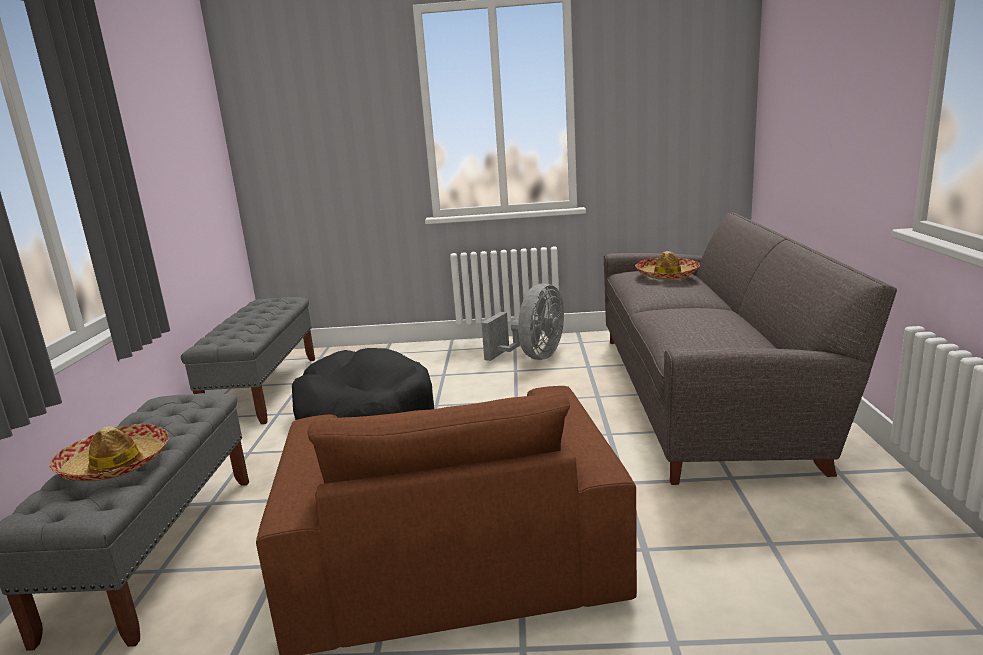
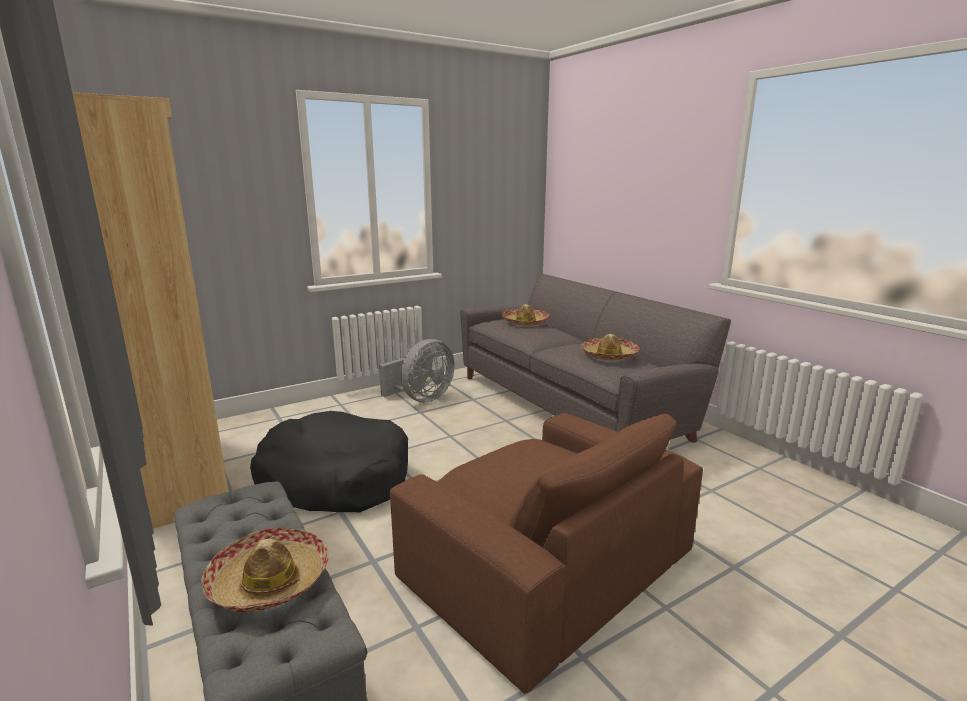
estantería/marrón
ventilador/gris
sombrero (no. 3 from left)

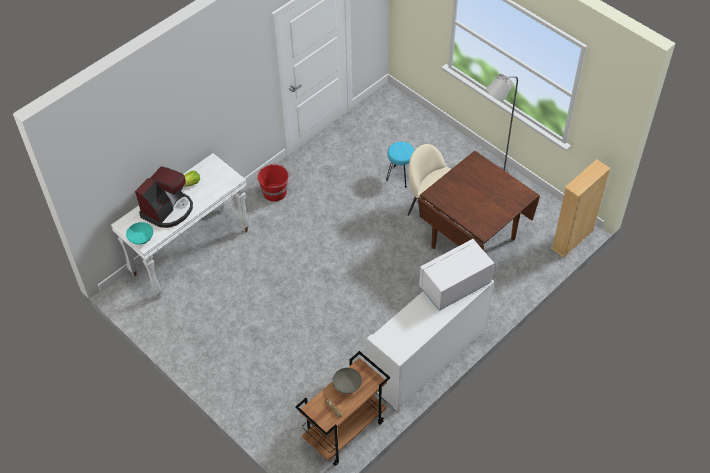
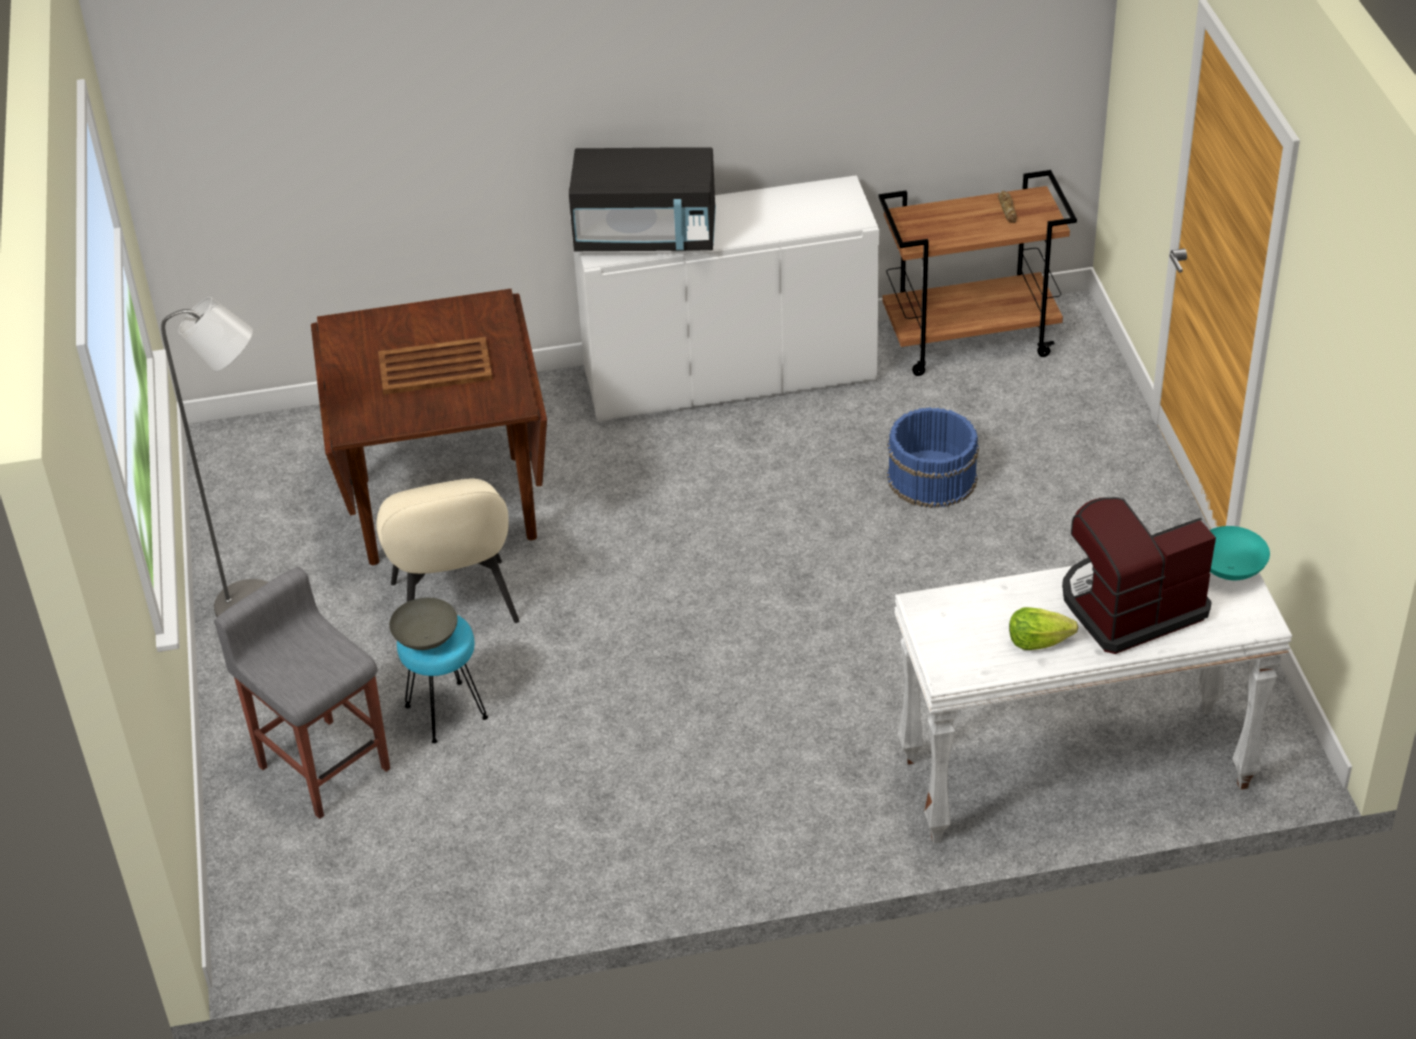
cubo/rojo
cuenco/gris
microondas/negro
estantería/beis
taburete/gris
bandeja/marrón
cubo/azul

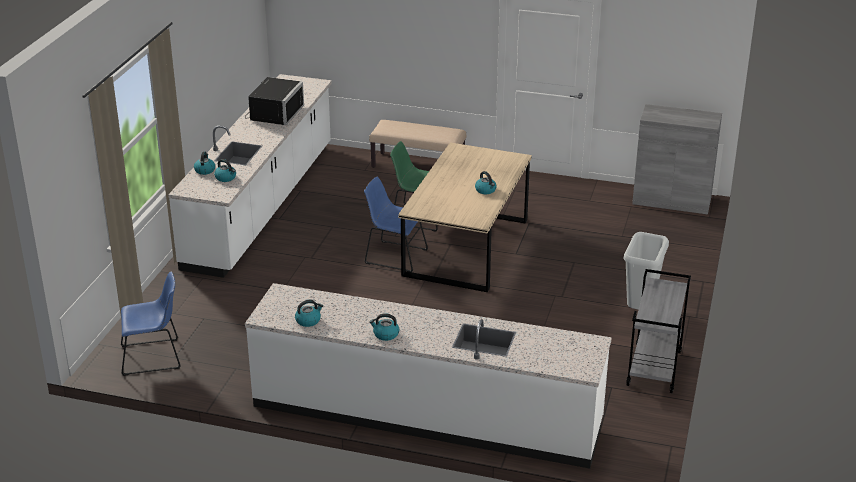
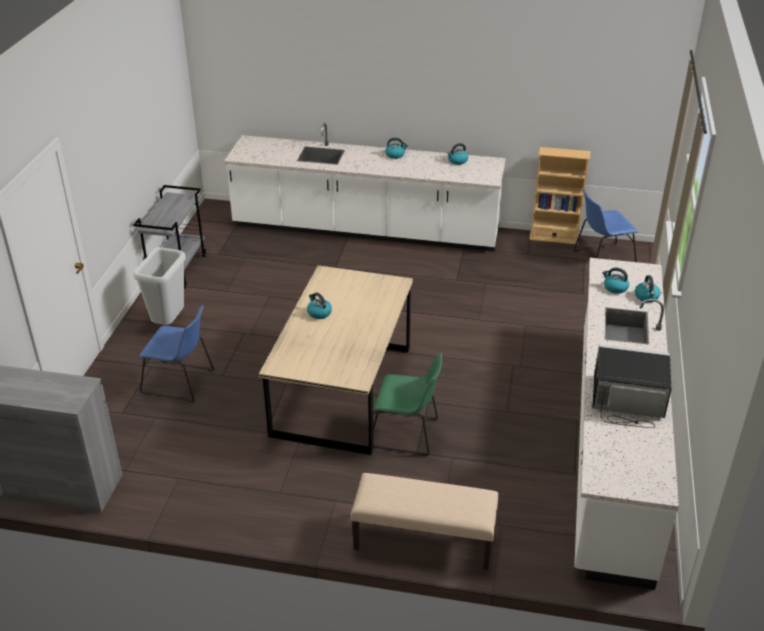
microondas/negro
silla/azul (no. 1 from left)
estantería/beis

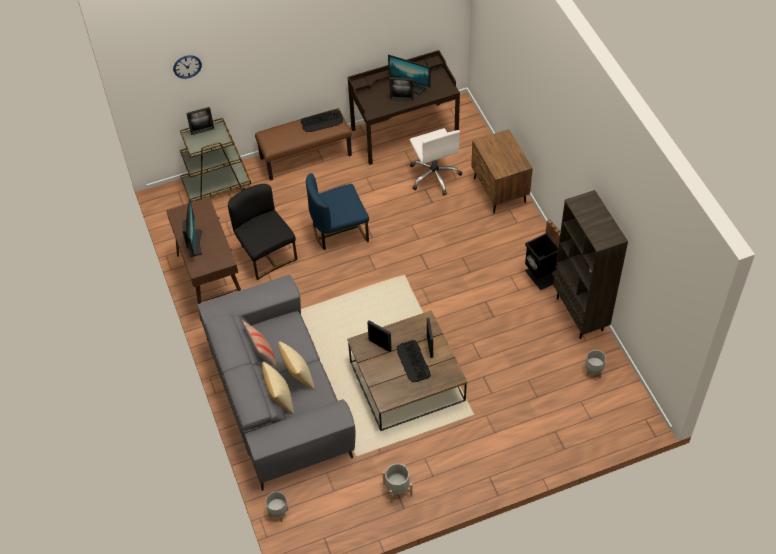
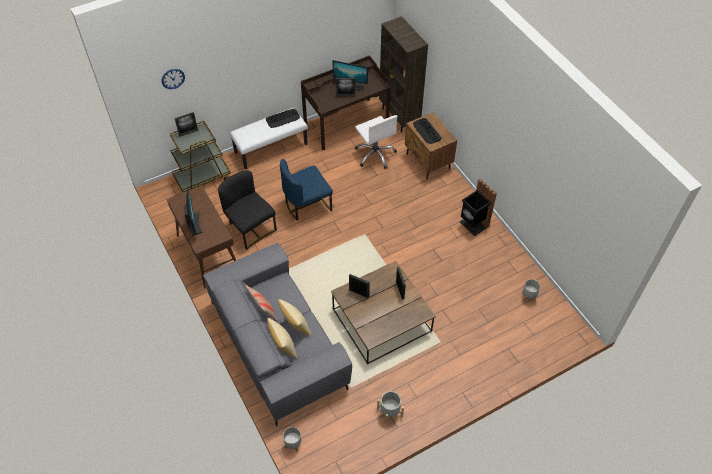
banco/blanco
teclado (no. 2 from left)
estantería/marrón

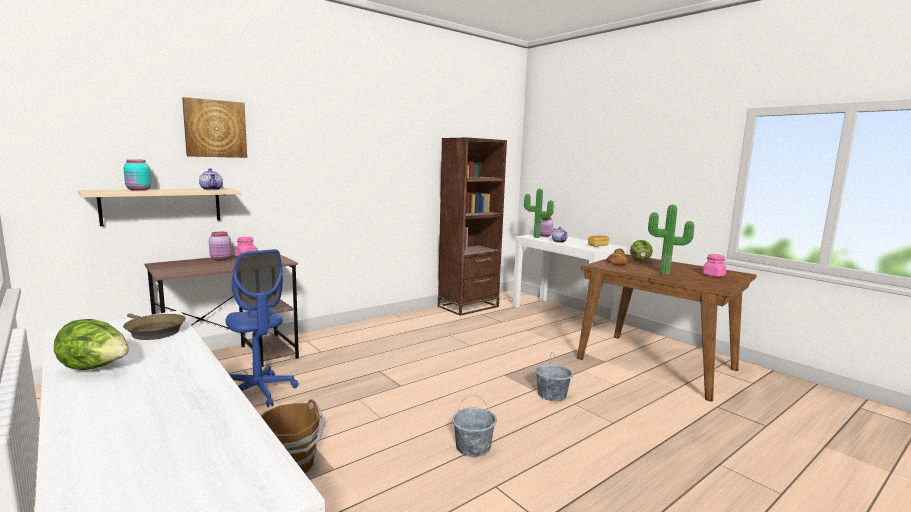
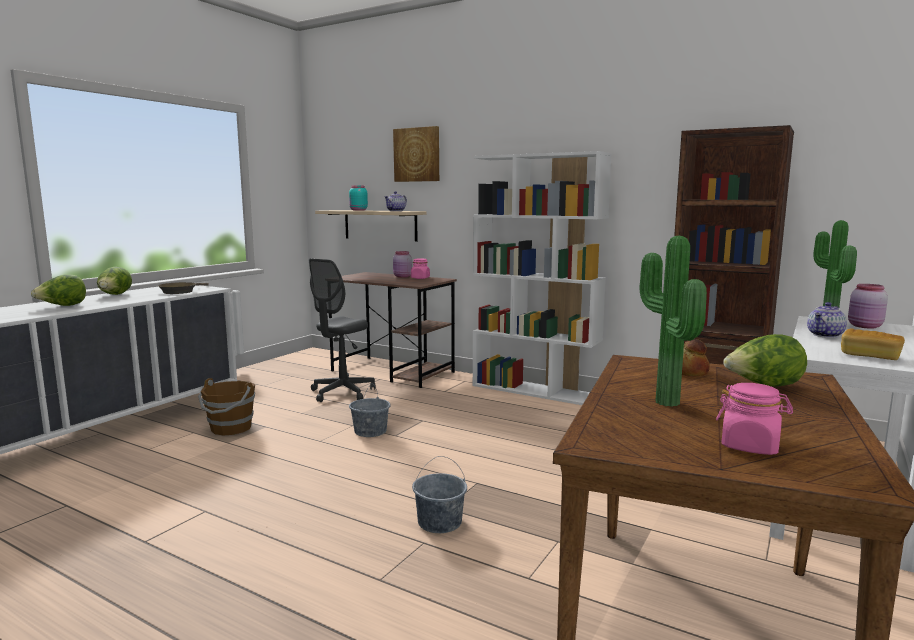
silla de oficina/gris
cubo/gris (no. 1 from left)
lechuga (no. 1 from left)
estantería/blanco

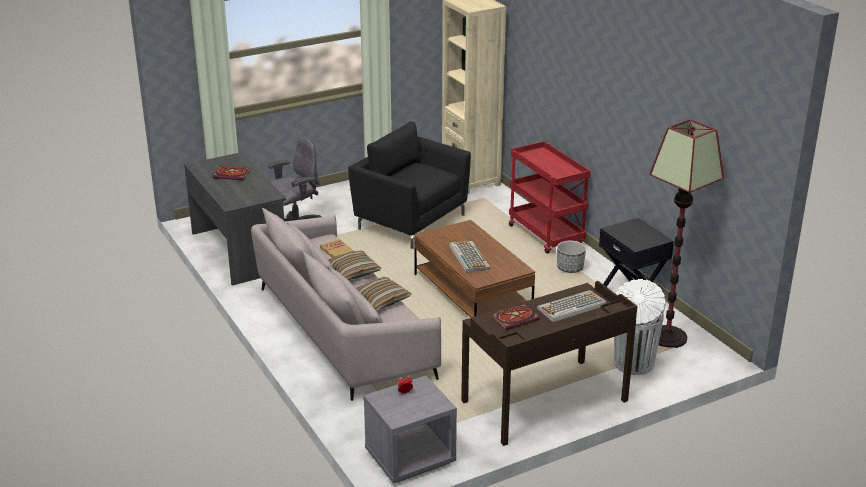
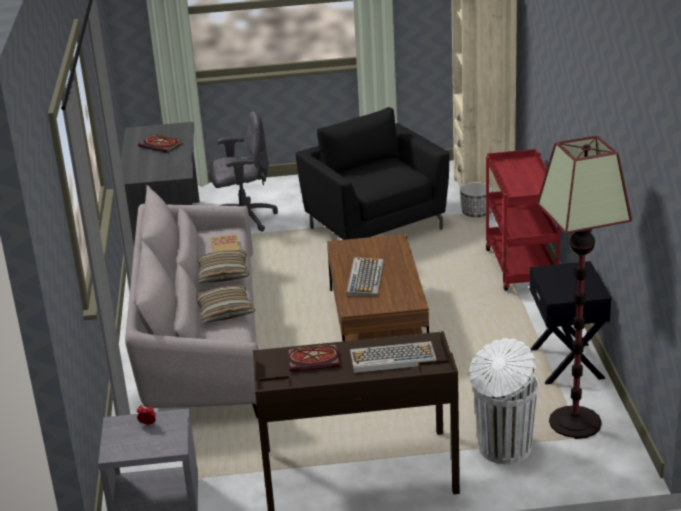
maceta

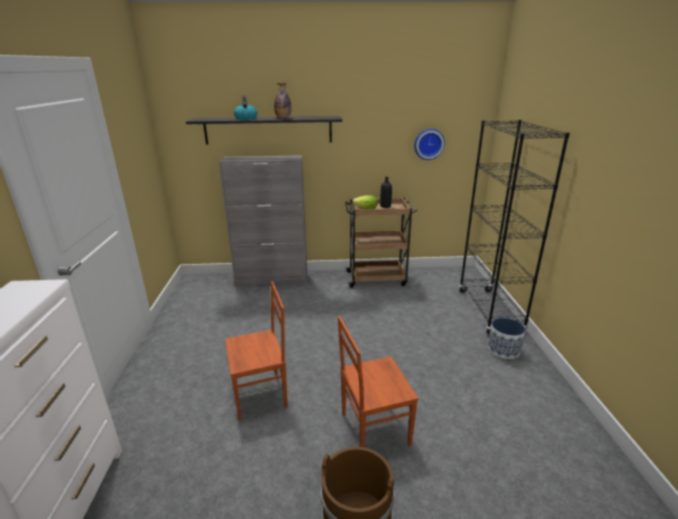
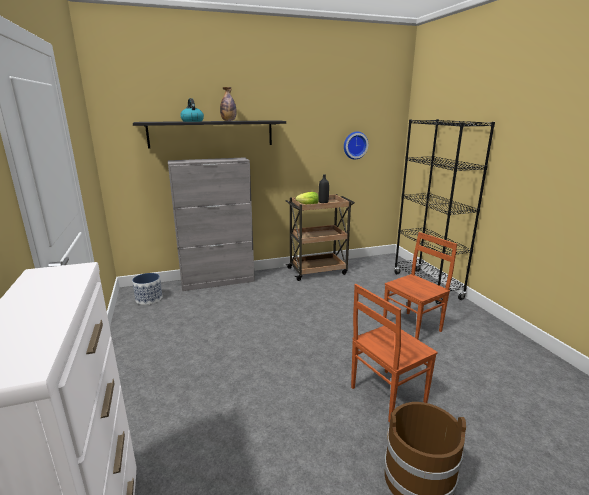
silla/marrón (no. 2 from left)
maceta

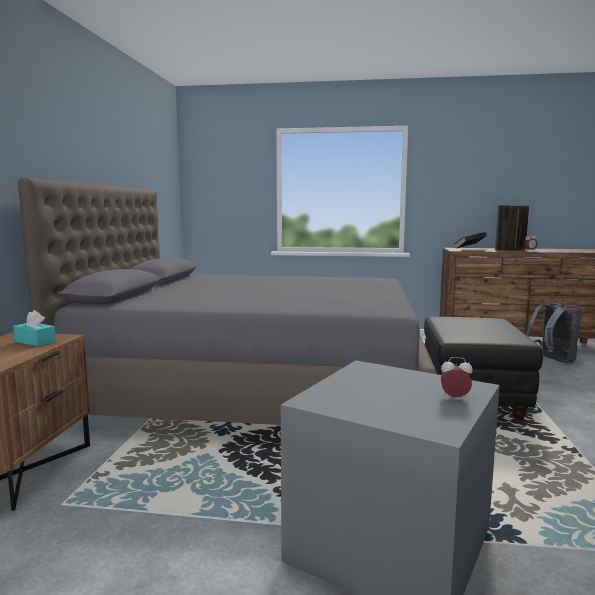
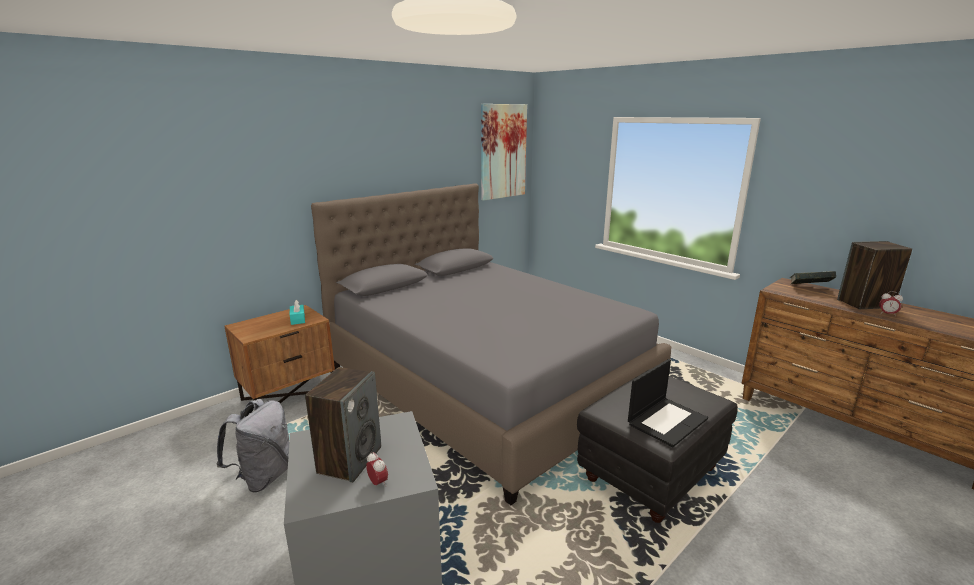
mochila/gris
altavoz (no. 1 from left)
cuadro
portátil

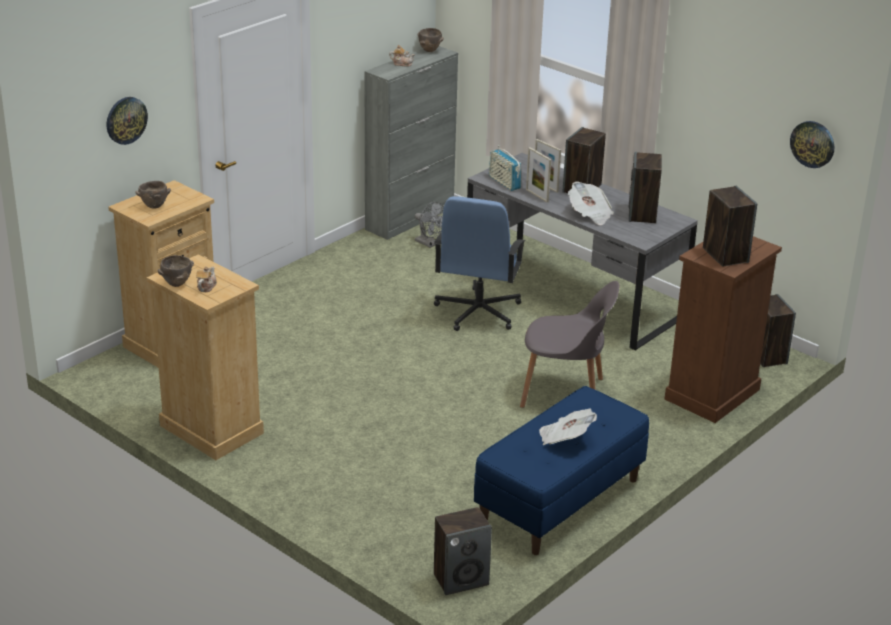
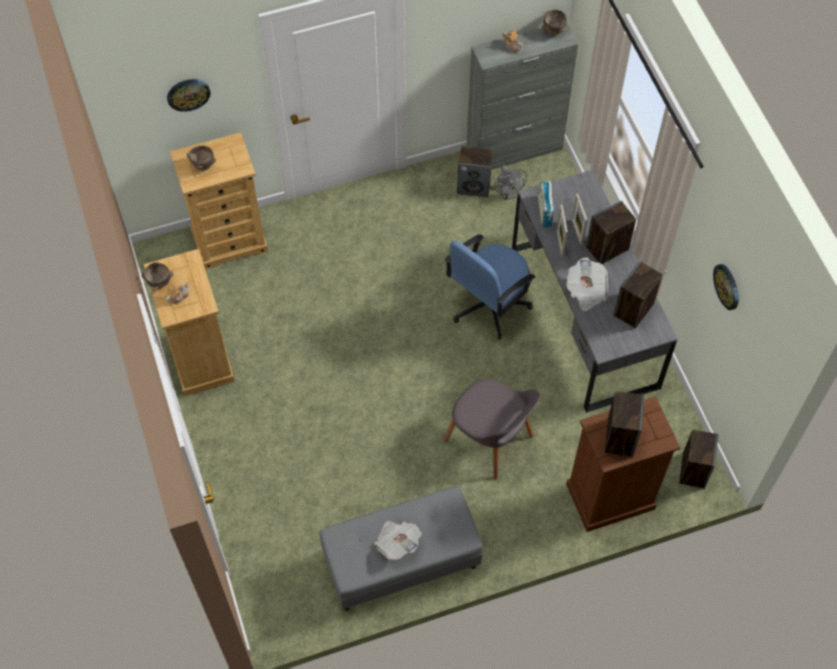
altavoz (no. 1 from left)
banco/gris
reloj de pared (no. 2 from left)

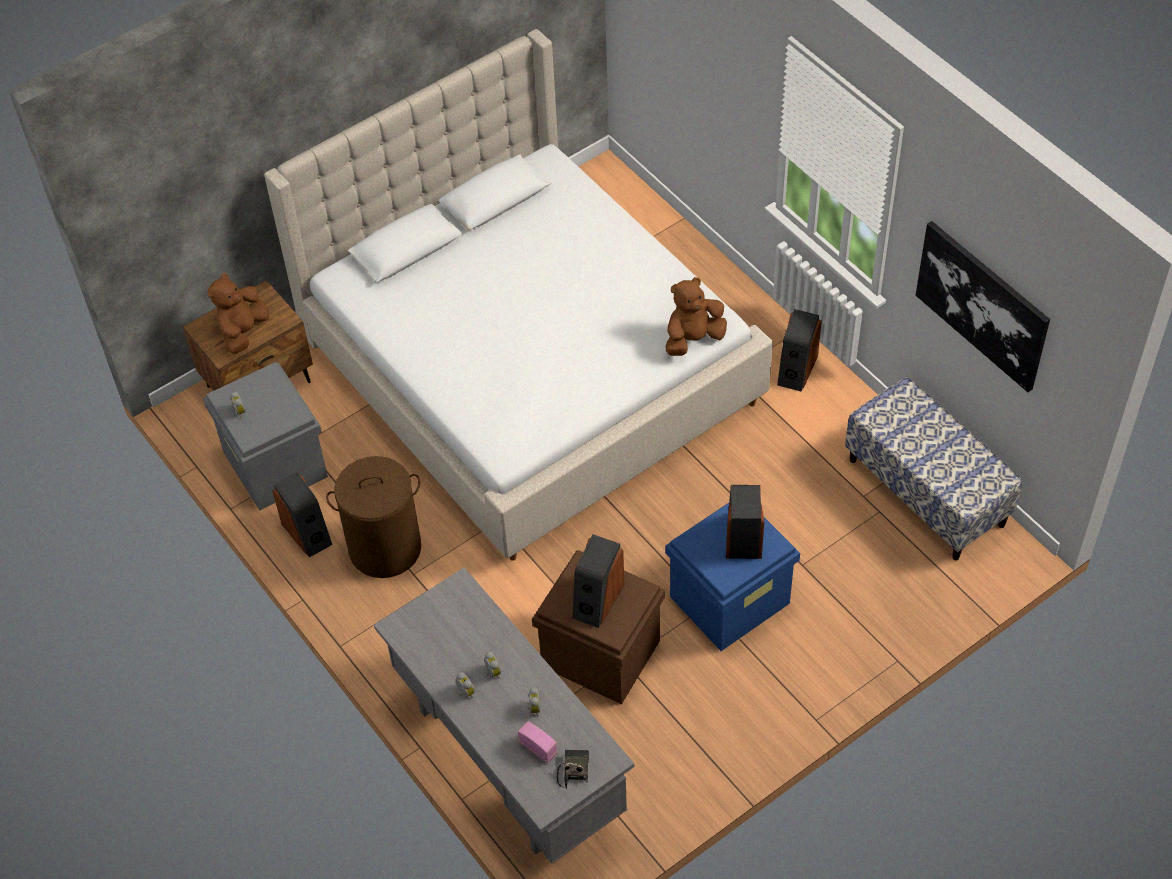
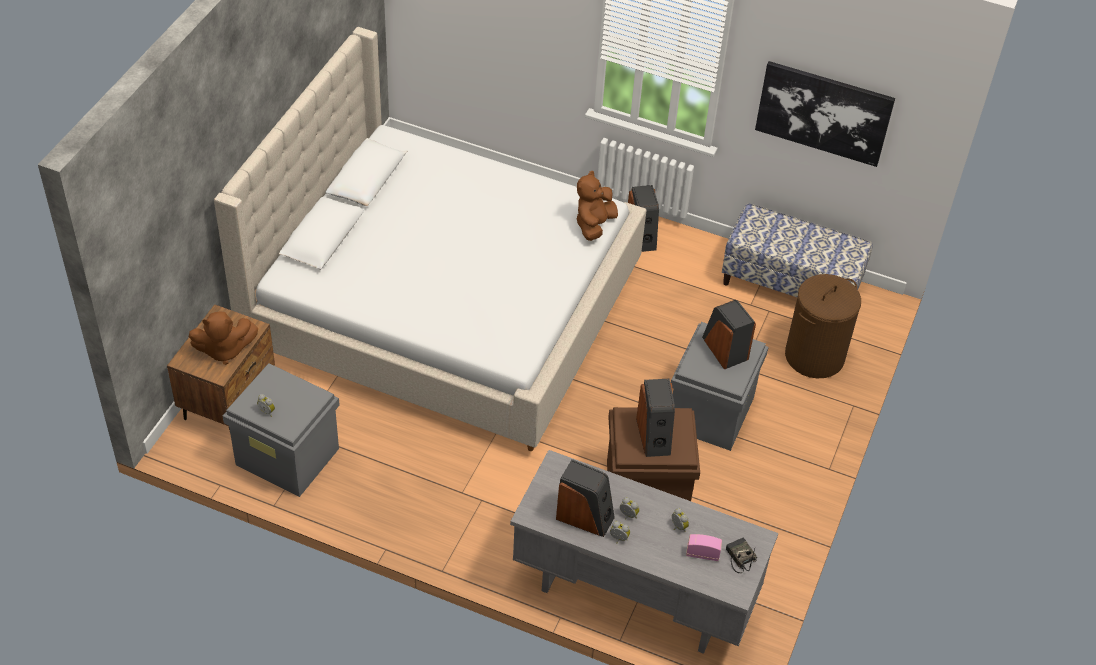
peluche/marrón (no. 1 from left)
altavoz (no. 1 from left)
cesto de la ropa/marrón
caja de almacenaje/gris (no. 2 from left)

